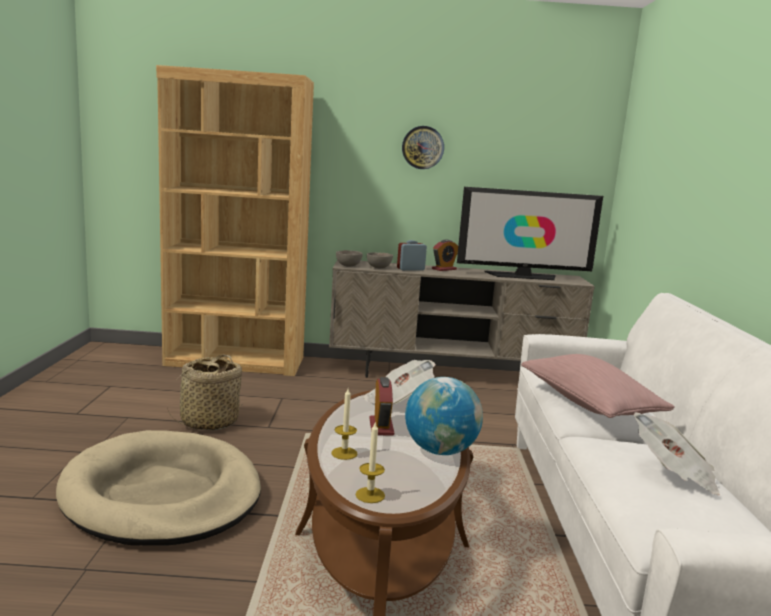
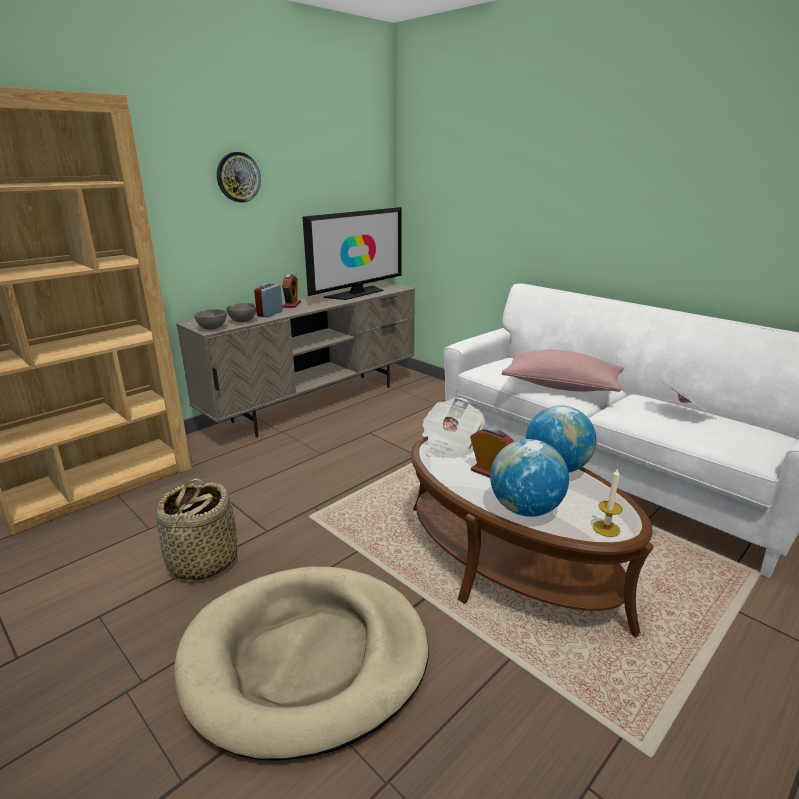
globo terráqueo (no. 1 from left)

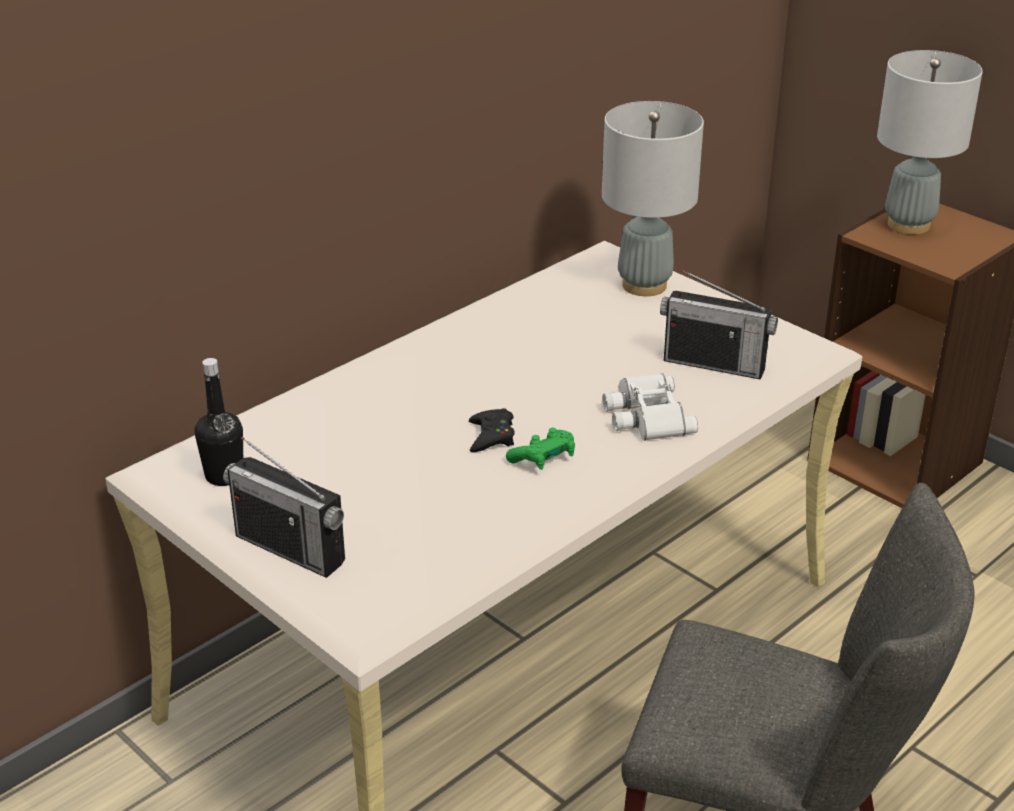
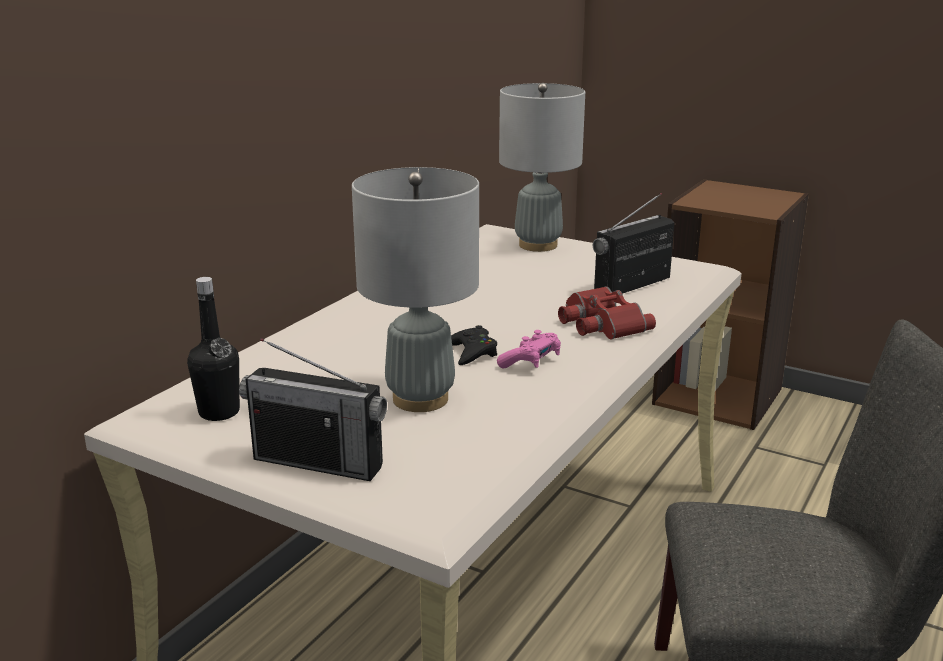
mando de consola/rosa
prismáticos/rojo
radio (no. 2 from left)
lámpara de mesa/gris (no. 1 from left)

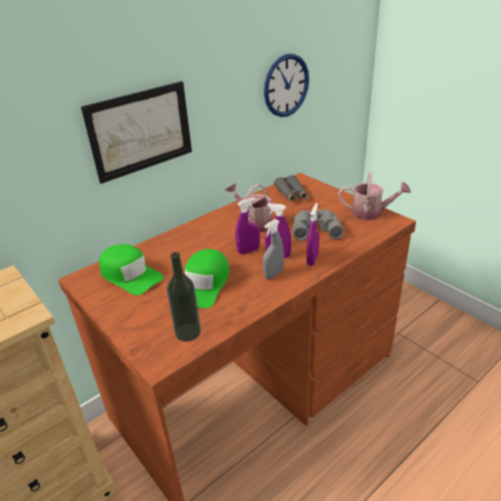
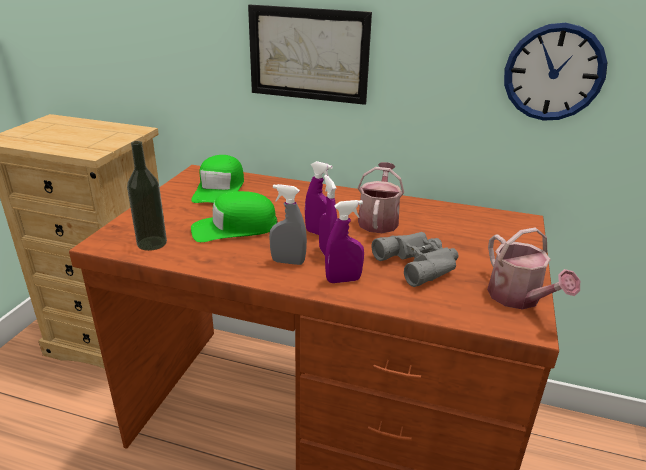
prismáticos/gris (no. 1 from left in the first image)

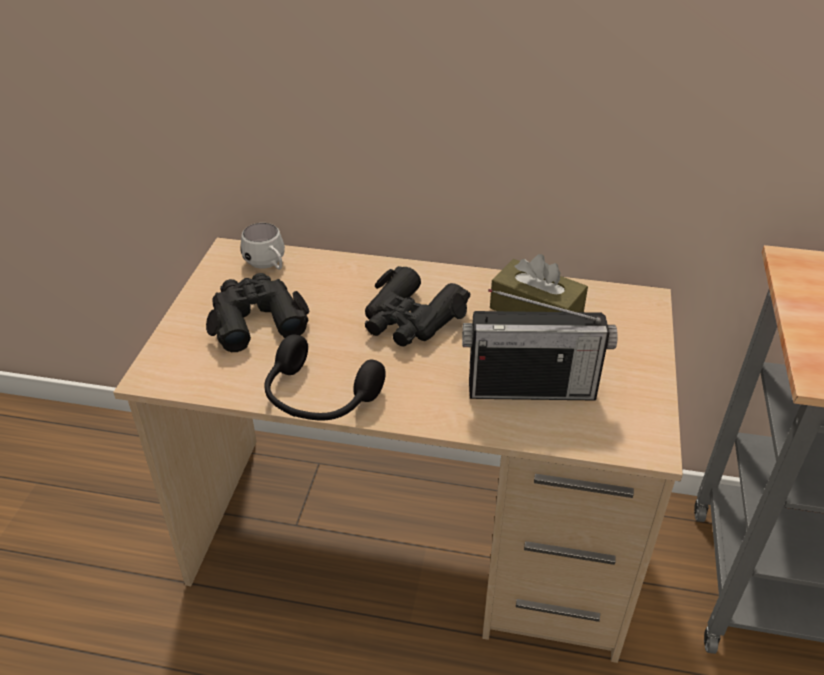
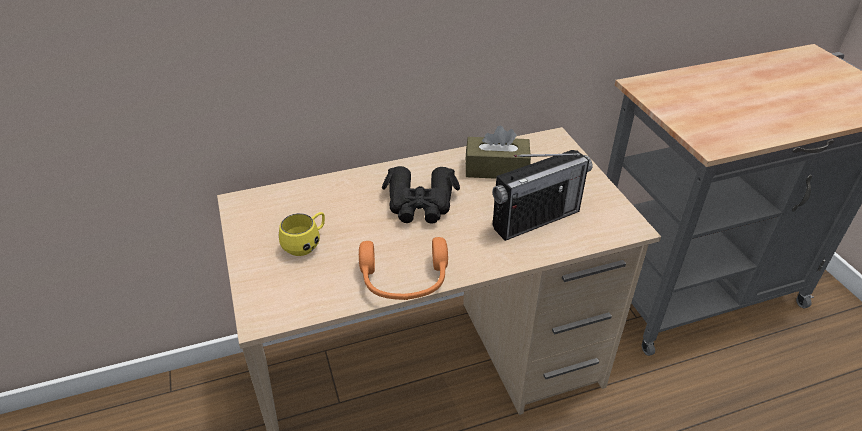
taza grande/amarillo
taza grande/blanco
auriculares/naranja

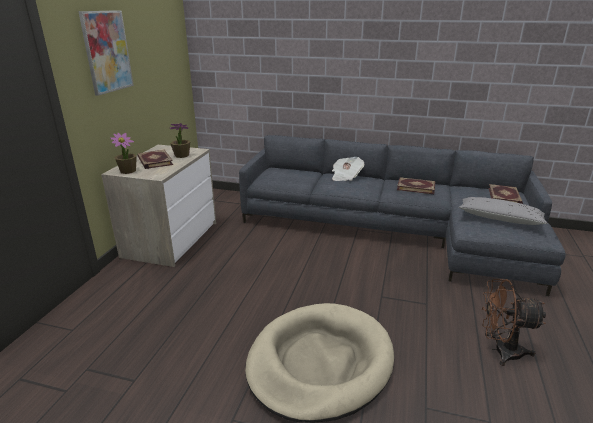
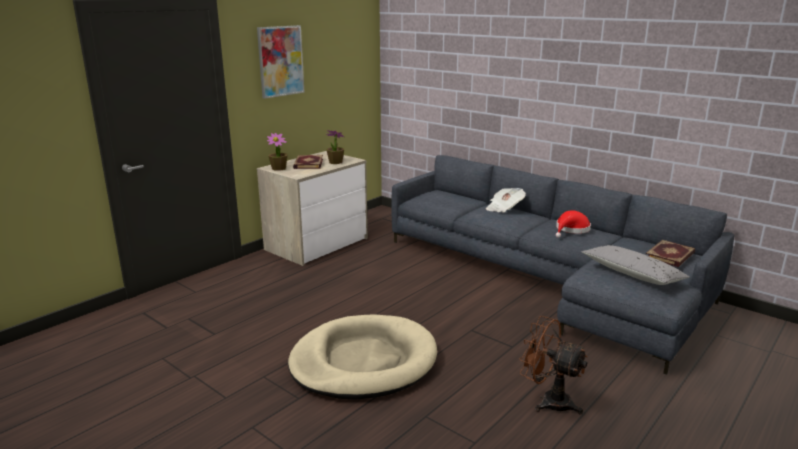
sombrero/rojo

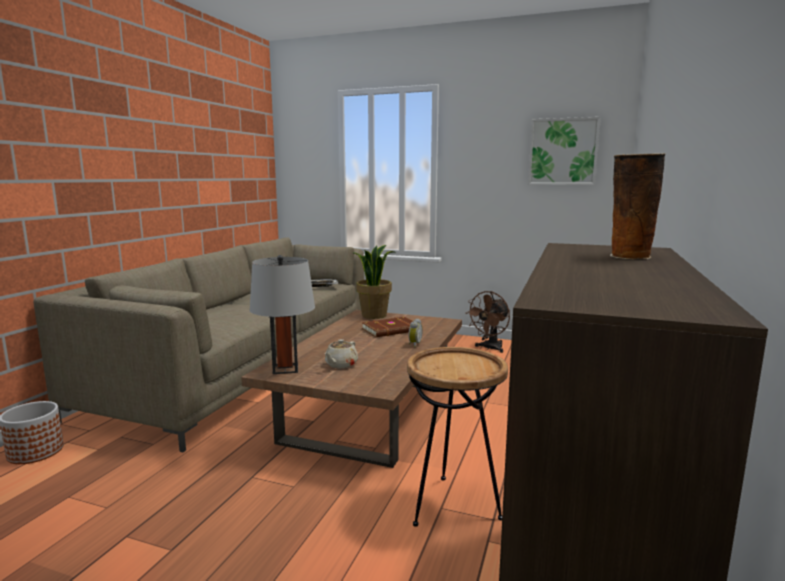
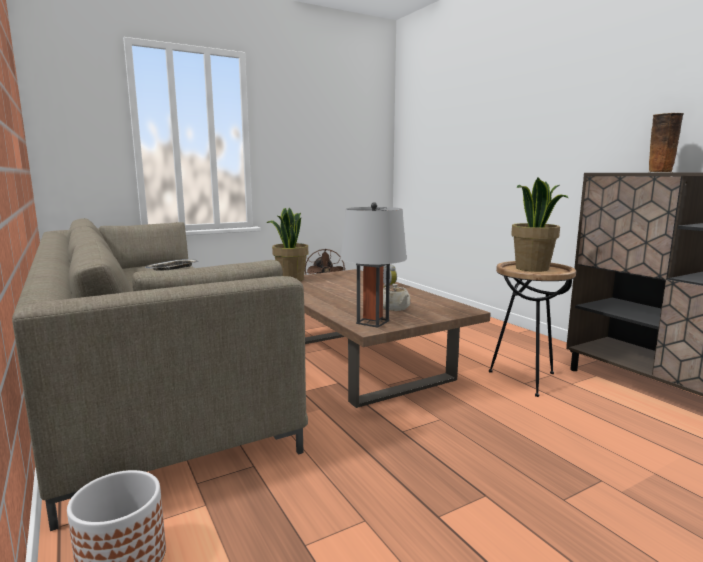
libro/marrón
cuadro
planta en maceta (no. 2 from left)

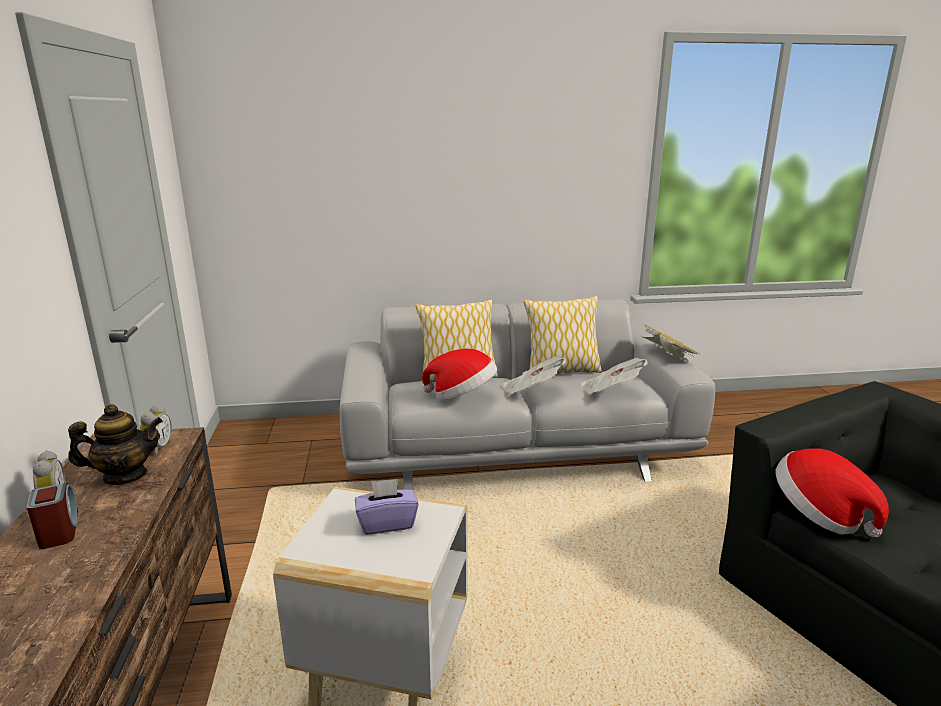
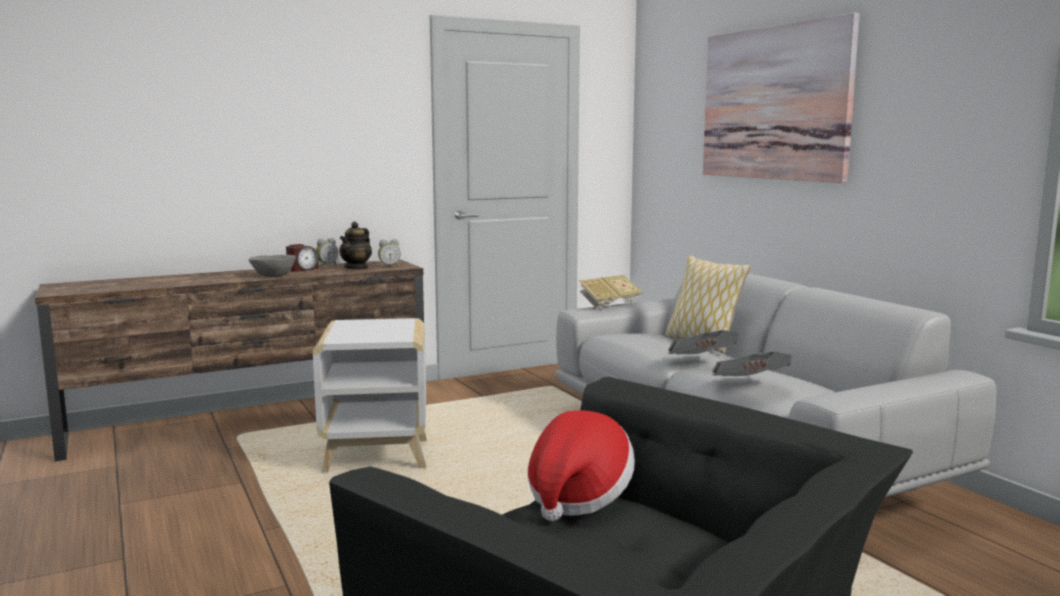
tetera
caja de pañuelos/morado
sombrero (no. 1 from left in the first image)
cojín (no. 2 from left in the first image)
libro
cuenco/gris
cuadro

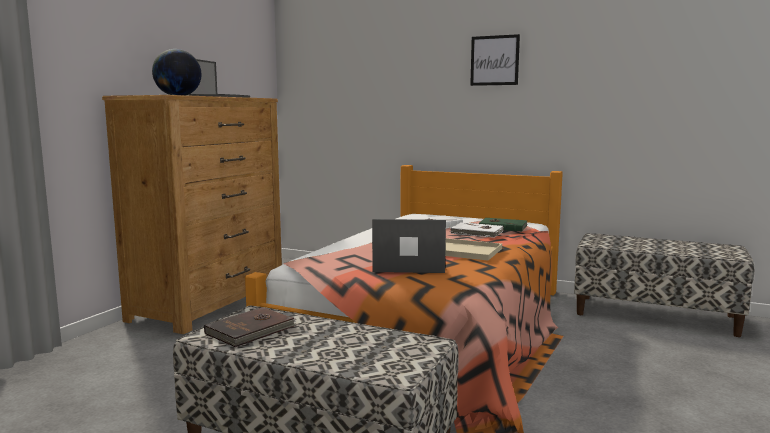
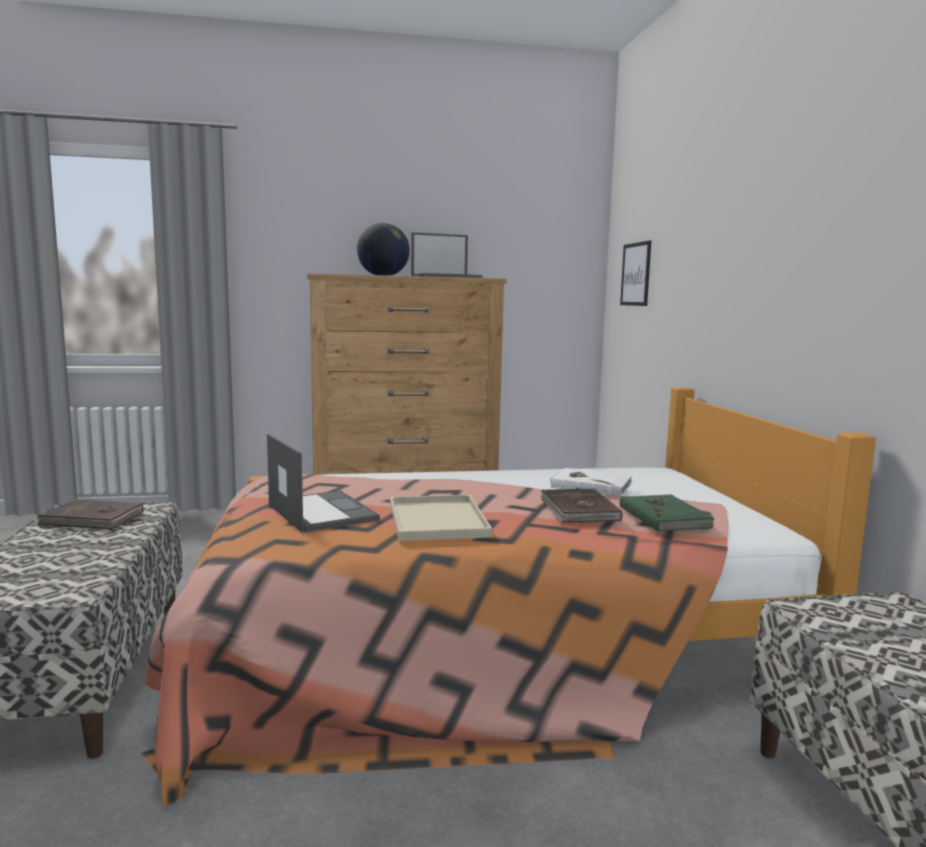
libro/marrón (no. 2 from left)
cuadro

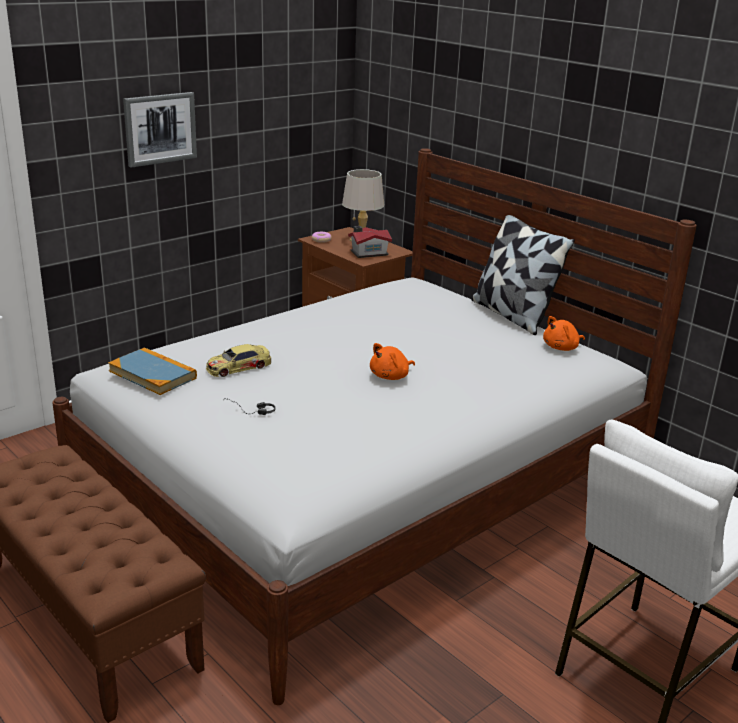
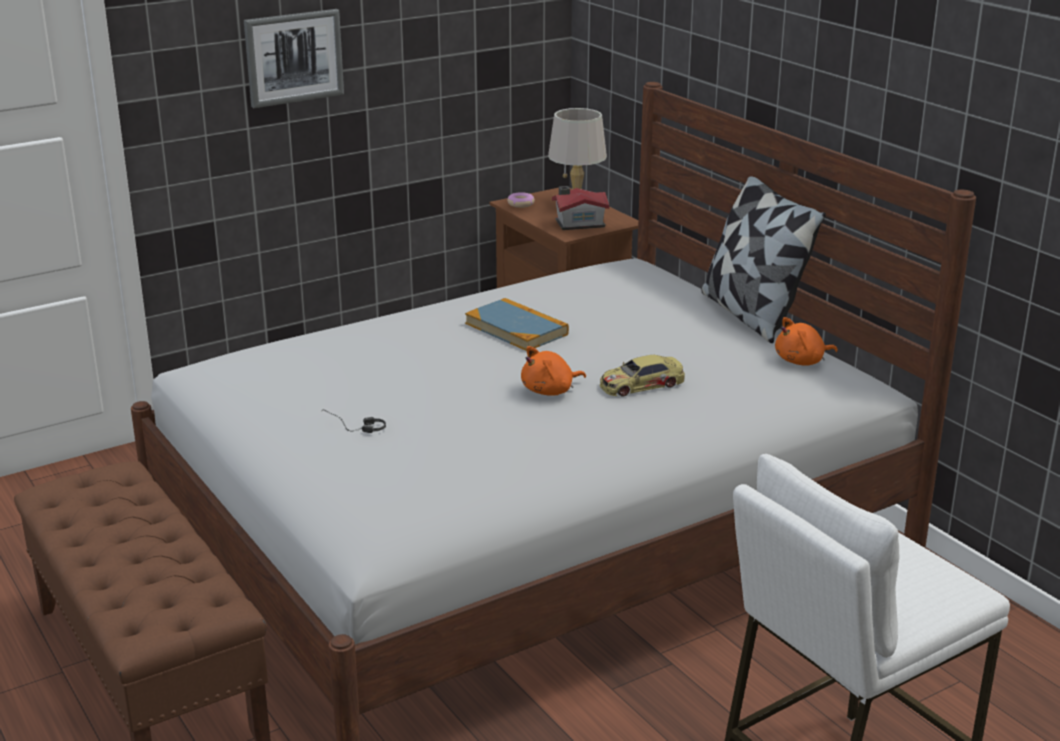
libro
coche de juguete

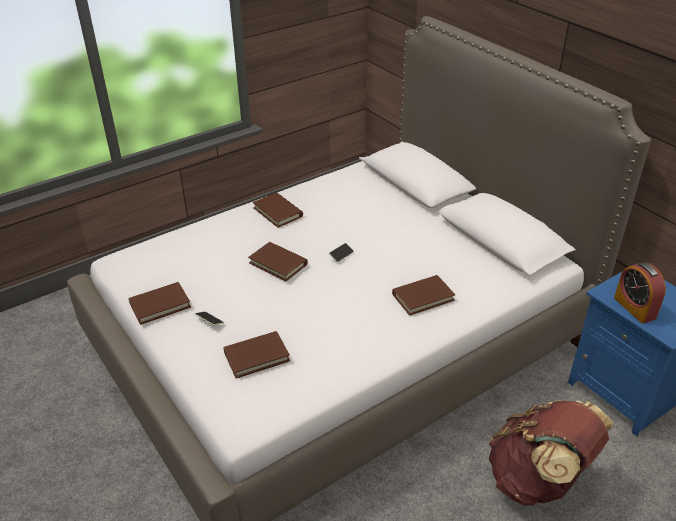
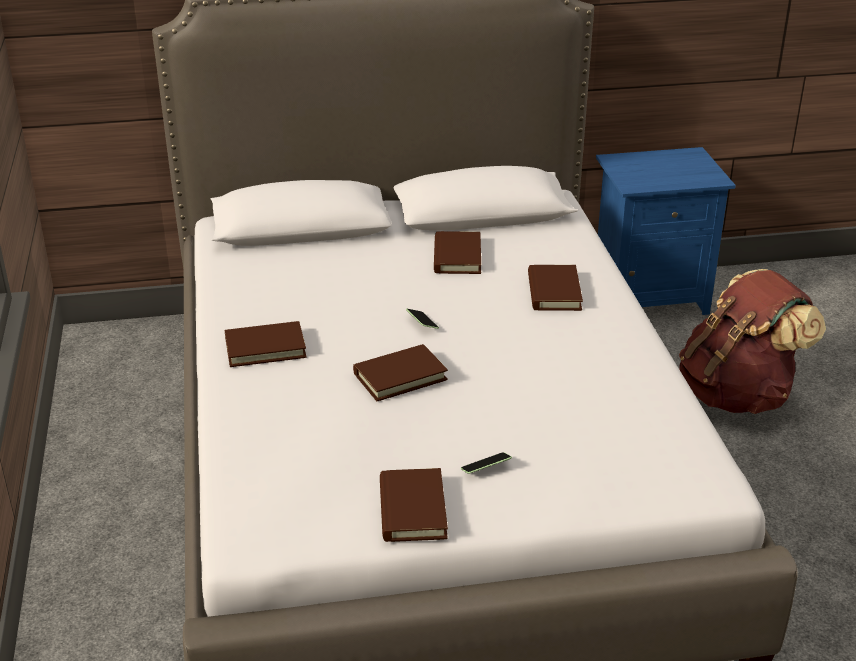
libro/marrón (no. 4 from left)
despertador

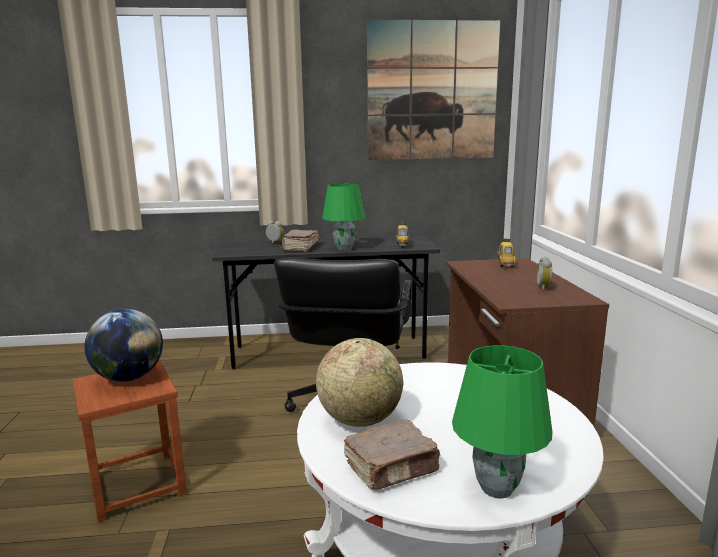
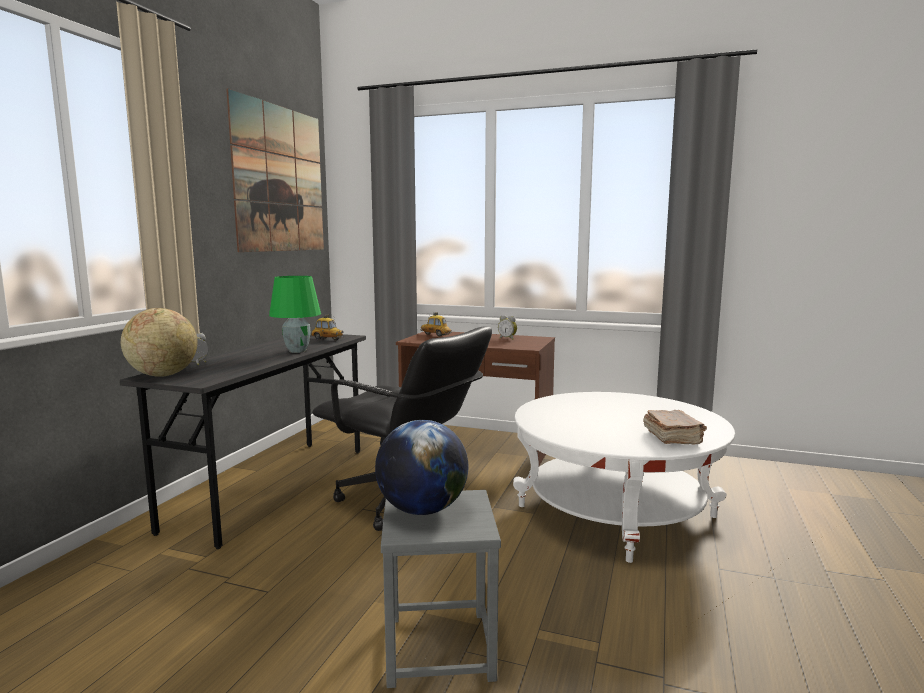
taburete/gris
libro/marrón (no. 1 from left in the first image)
globo terráqueo (no. 1 from left)
lámpara de mesa/verde (no. 2 from left in the first image)

